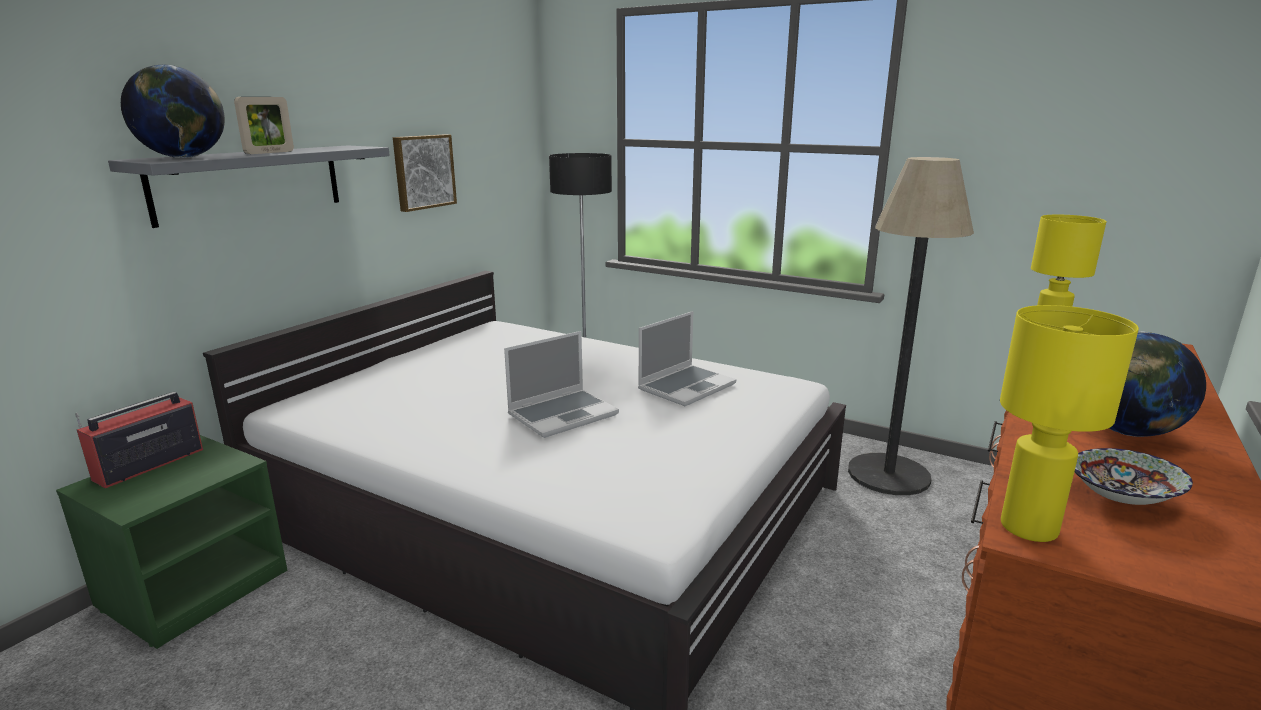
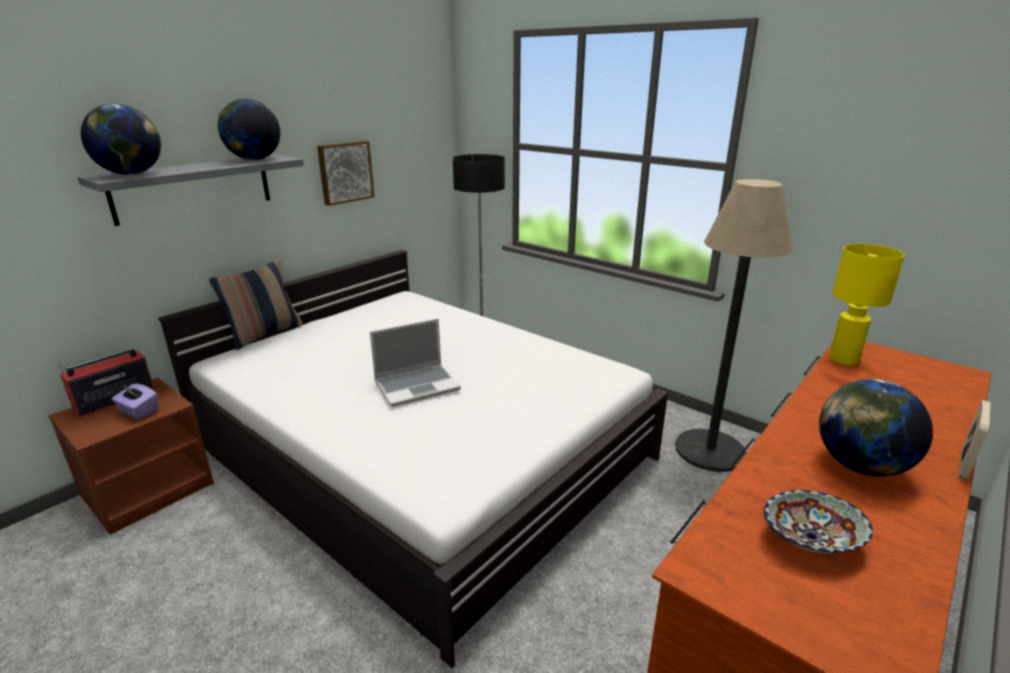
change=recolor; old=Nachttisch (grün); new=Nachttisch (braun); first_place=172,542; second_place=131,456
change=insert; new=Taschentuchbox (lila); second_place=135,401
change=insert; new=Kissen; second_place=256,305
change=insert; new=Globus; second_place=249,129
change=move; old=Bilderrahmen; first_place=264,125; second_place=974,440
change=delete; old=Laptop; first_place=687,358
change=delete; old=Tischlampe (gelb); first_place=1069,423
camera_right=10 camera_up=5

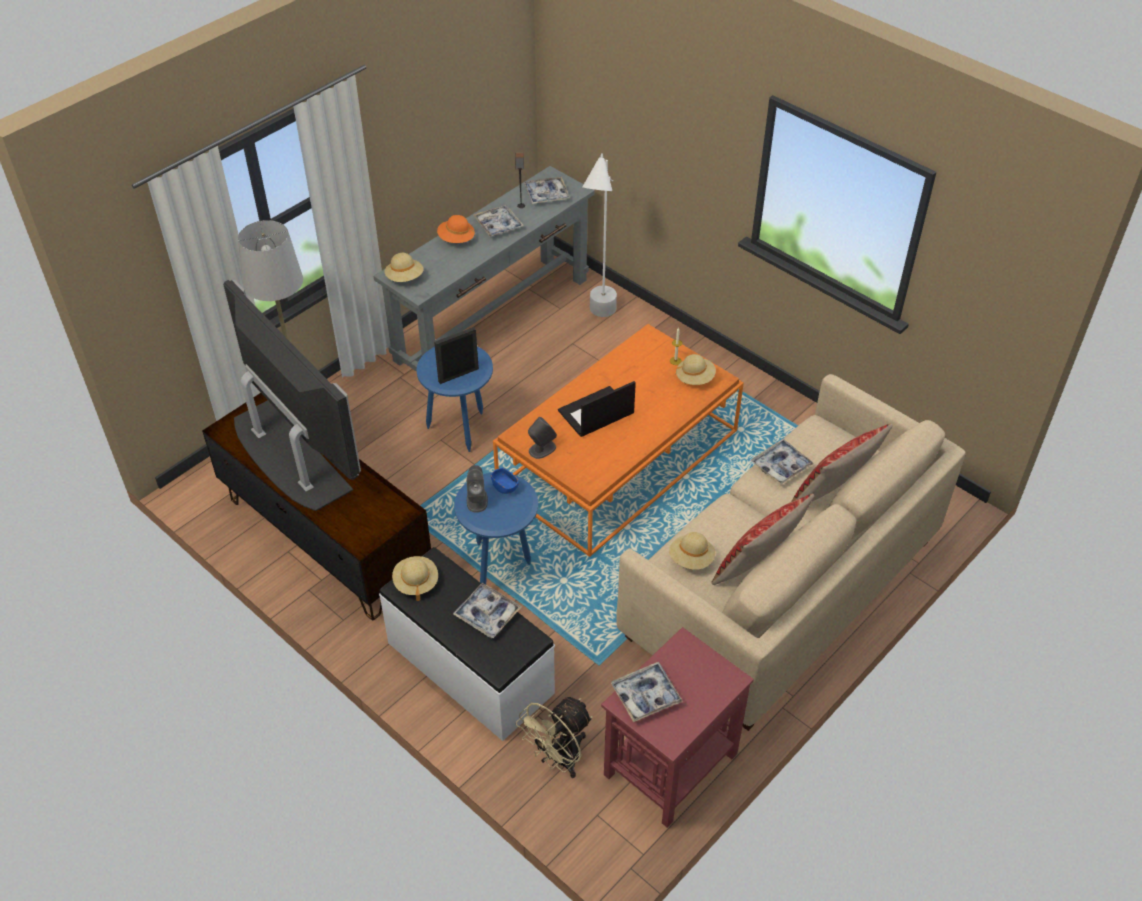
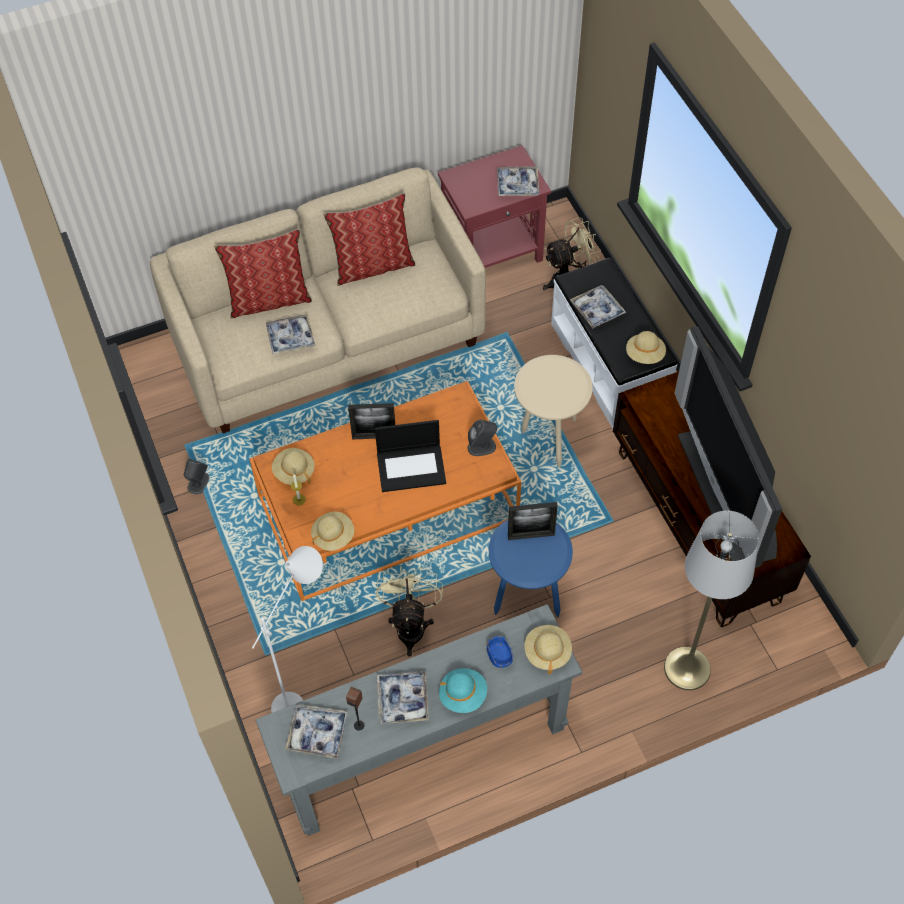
change=move; old=Lautsprecher (grau); first_place=477,489; second_place=196,476
change=move; old=Hut (beige); first_place=692,551; second_place=332,531
change=insert; new=Bilderrahmen; second_place=371,421
change=insert; new=Ventilator (beige); second_place=409,611
change=recolor; old=Hut (orange); new=Hut (türkis); first_place=456,229; second_place=463,690
change=move; old=Schüssel (blau); first_place=505,481; second_place=500,652
change=recolor; old=Beistelltisch (blau); new=Beistelltisch (beige); first_place=496,528; second_place=553,411
camera_right=-155 camera_up=10

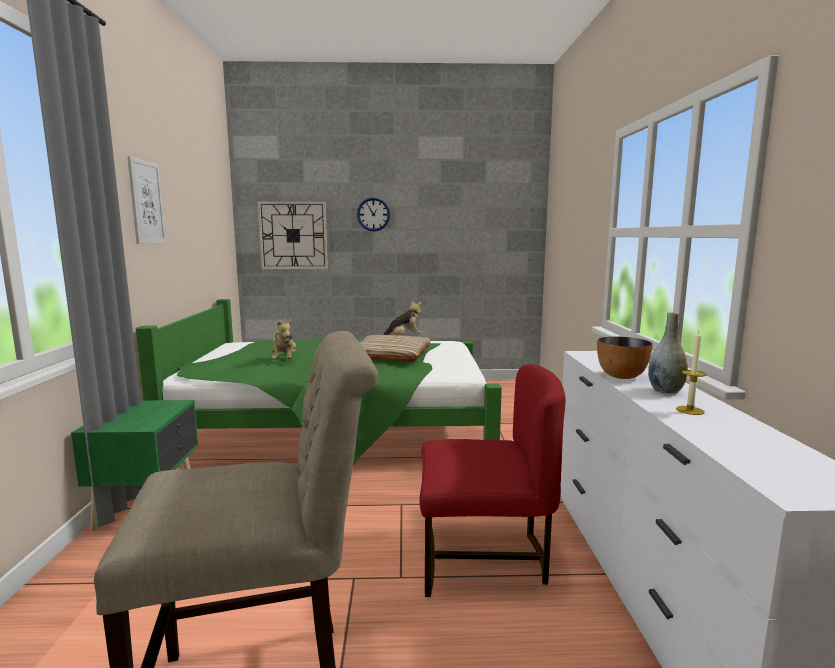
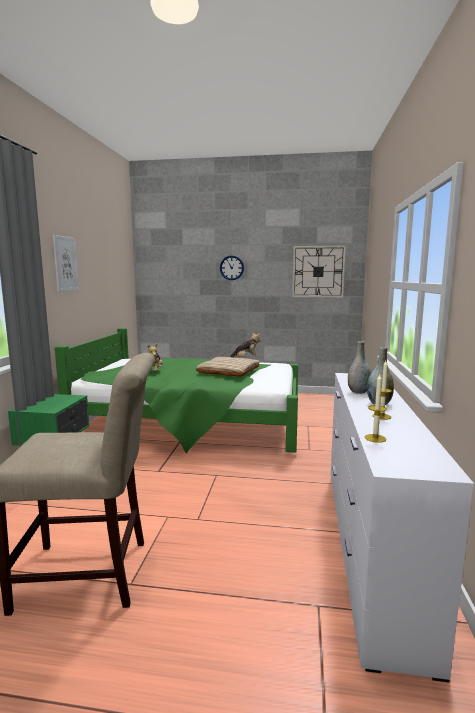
change=move; old=Wanduhr; first_place=293,235; second_place=319,271
change=replace; old=Schüssel; new=Vase (grau); first_place=625,357; second_place=359,367
change=insert; new=Kerze; second_place=376,408
change=delete; old=Stuhl (rot); first_place=492,480
camera_right=10 camera_up=0

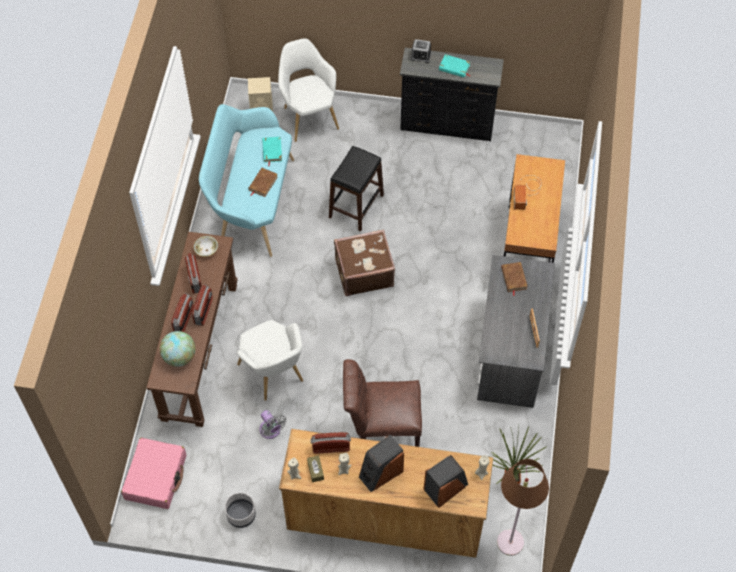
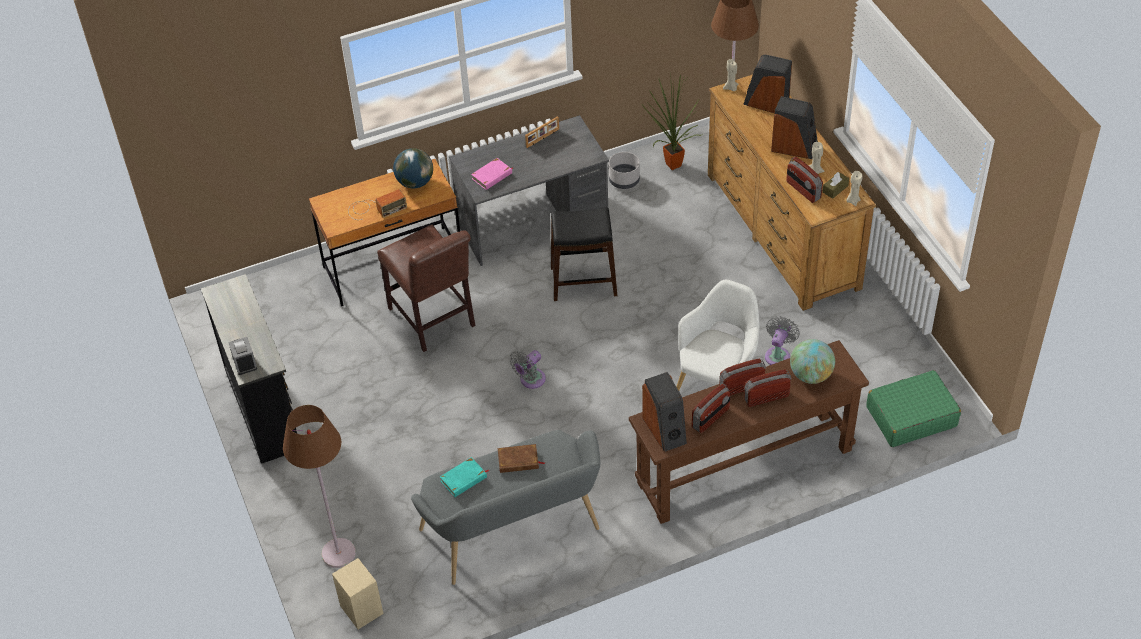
change=replace; old=Sessel (weiß); new=Stehlampe (braun); first_place=308,90; second_place=319,486
change=move; old=Stuhl (braun); first_place=382,403; second_place=426,288
change=insert; new=Globus; second_place=413,168
change=recolor; old=Bank (türkis); new=Bank (grau); first_place=246,180; second_place=505,507
change=recolor; old=Buch (braun); new=Buch (rosa); first_place=514,279; second_place=492,174
change=replace; old=Koffer (braun); new=Ventilator (grau); first_place=364,262; second_place=527,369
change=move; old=Hocker (schwarz); first_place=356,189; second_place=584,254
change=move; old=Pflanzkübel (grau); first_place=240,510; second_place=624,170
change=replace; old=Schüssel; new=Lautsprecher; first_place=206,246; second_place=664,412
change=recolor; old=Koffer (rosa); new=Koffer (grün); first_place=153,473; second_place=913,408
change=delete; old=Buch (türkis); first_place=454,66
camera_right=-120 camera_up=-10

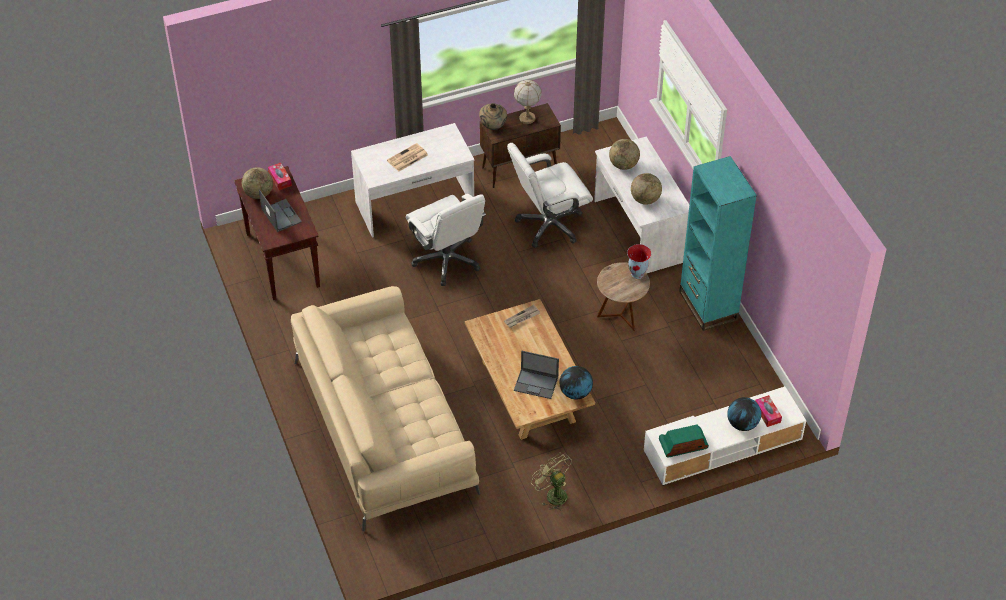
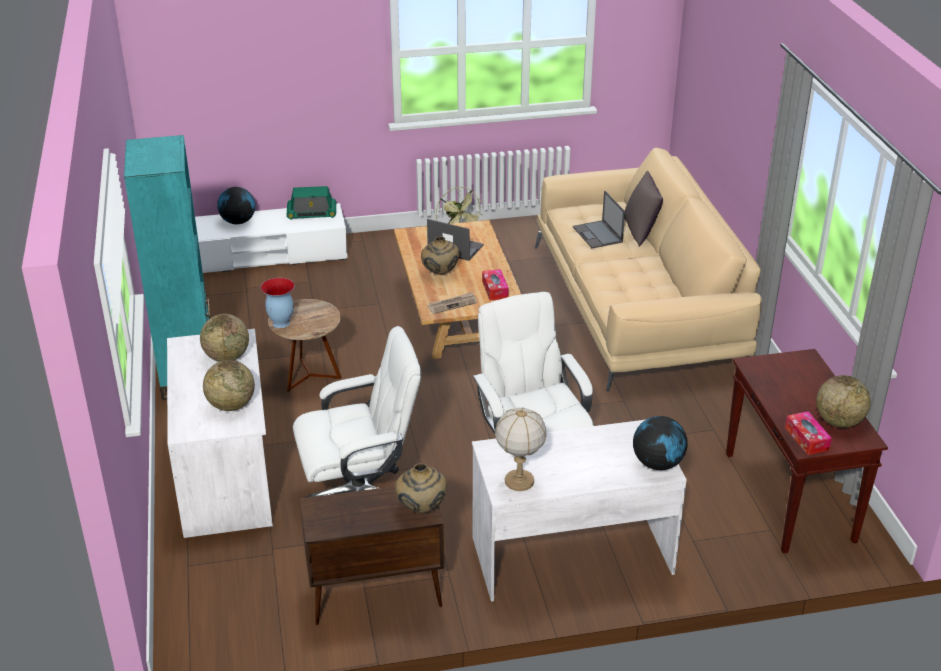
change=insert; new=Vase (beige); second_place=440,256
change=move; old=Taschentuchbox; first_place=768,411; second_place=495,284
change=move; old=Tischlampe; first_place=528,102; second_place=521,449
change=move; old=Laptop; first_place=280,210; second_place=599,219
change=insert; new=Kissen (grau); second_place=644,209
change=move; old=Globus; first_place=576,383; second_place=660,443
change=delete; old=Zeitung; first_place=407,157
camera_right=-170 camera_up=-15

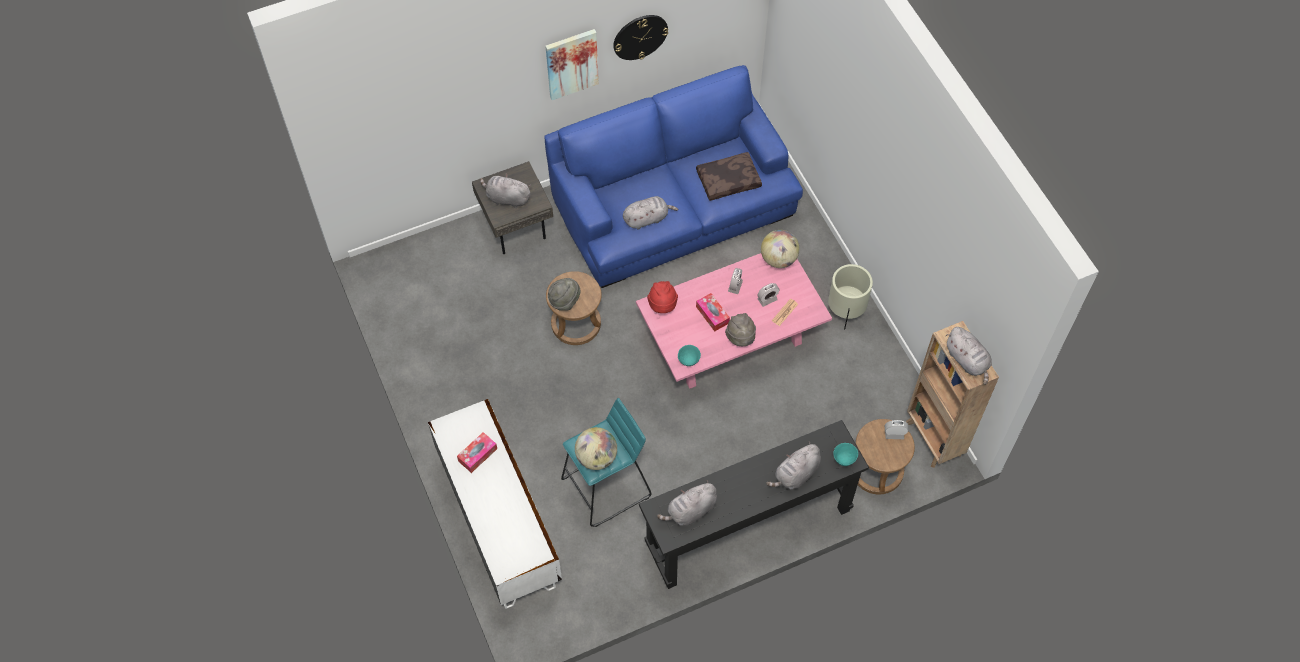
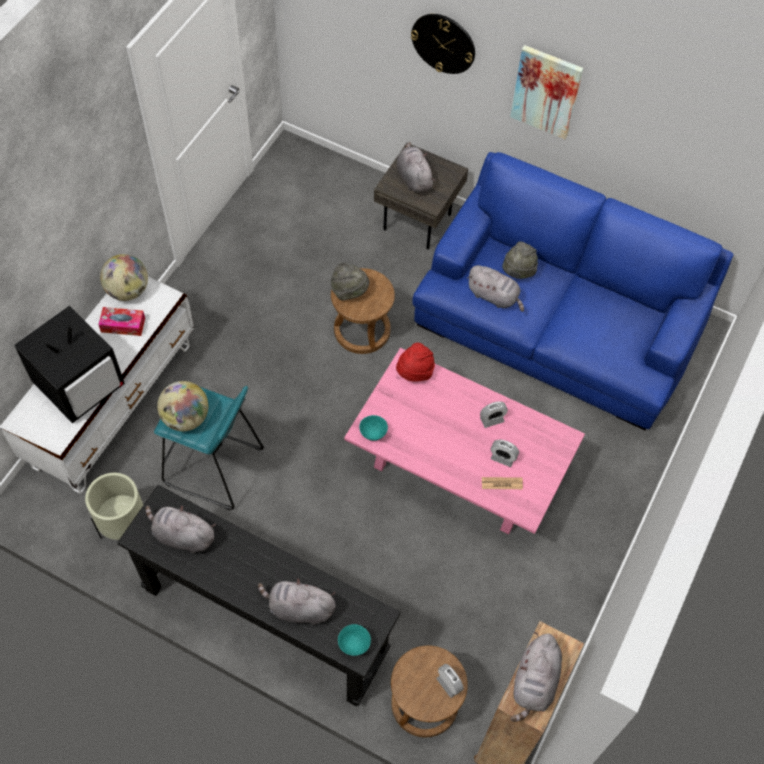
change=insert; new=Fernseher; second_place=69,365
change=move; old=Pflanzkübel (beige); first_place=850,297; second_place=114,506
change=move; old=Globus; first_place=780,249; second_place=124,277
change=move; old=Wanduhr; first_place=640,37; second_place=443,44
change=move; old=Hut (grau); first_place=740,329; second_place=520,260
change=delete; old=Kissen (braun); first_place=729,176
change=delete; old=Taschentuchbox; first_place=713,312
camera_right=50 camera_up=0

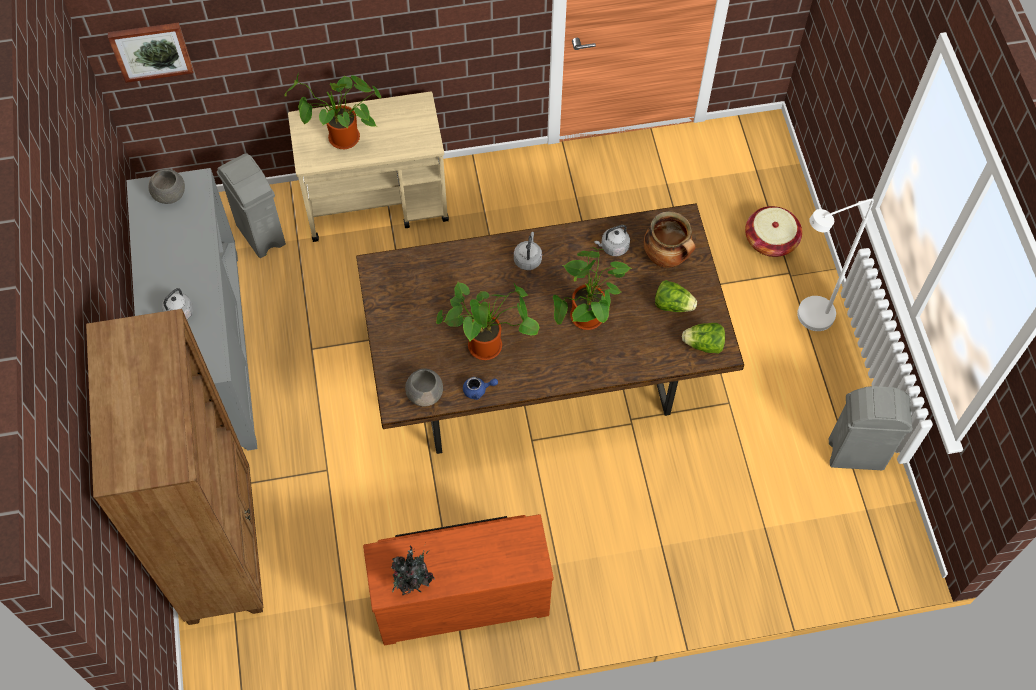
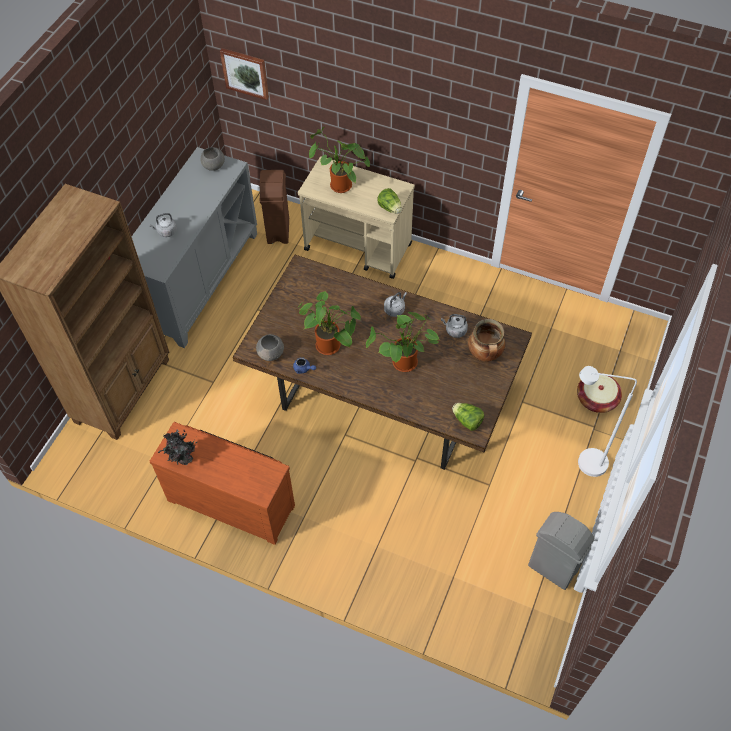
change=recolor; old=Mülleimer (grau); new=Mülleimer (braun); first_place=251,206; second_place=274,207
change=move; old=Salatkopf; first_place=676,296; second_place=389,201
camera_right=35 camera_up=-5

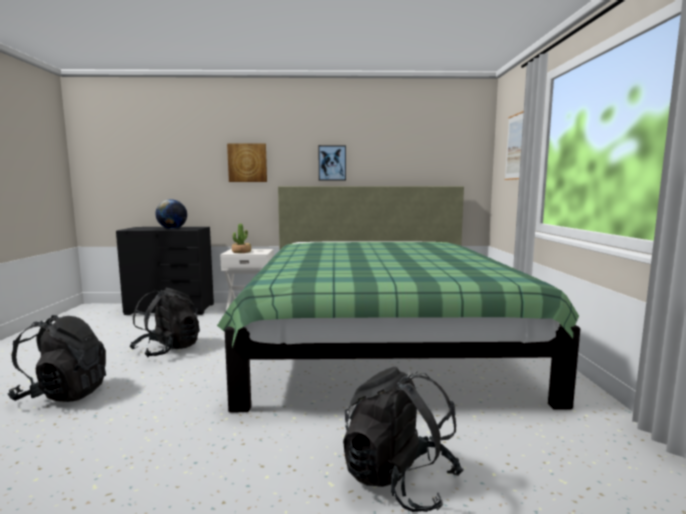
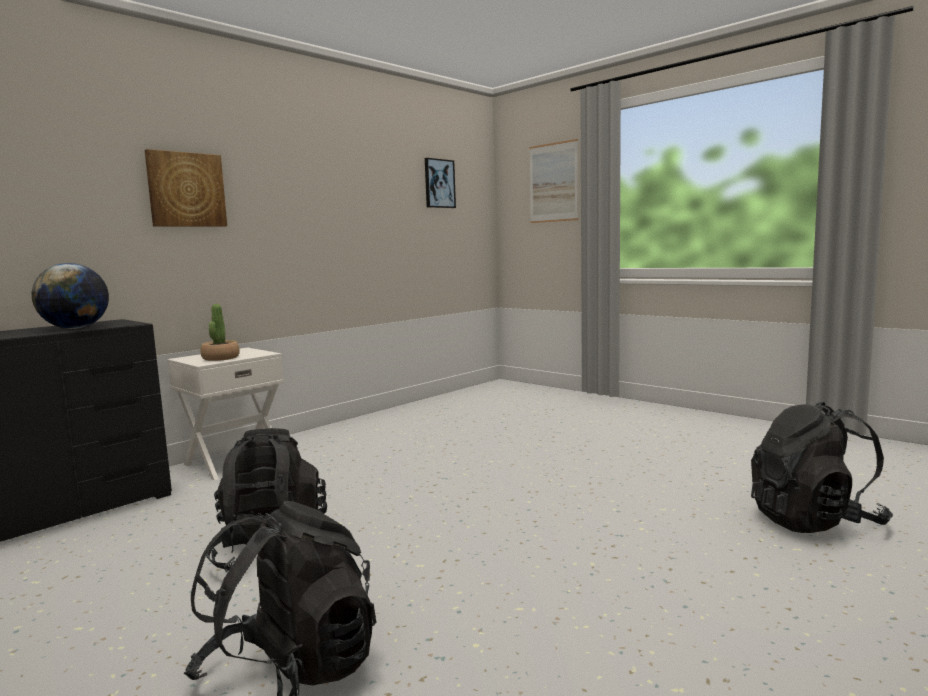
change=move; old=Bild; first_place=332,163; second_place=440,183
change=delete; old=Bett (grün); first_place=398,299
camera_right=-45 camera_up=0

